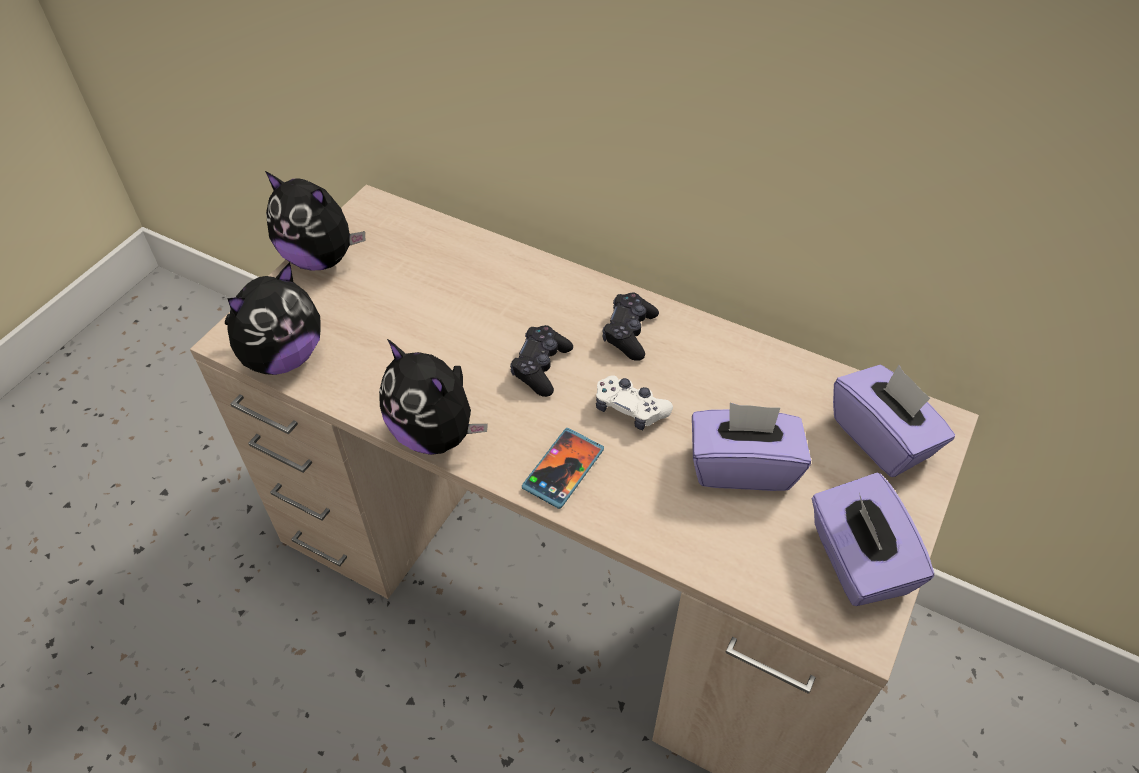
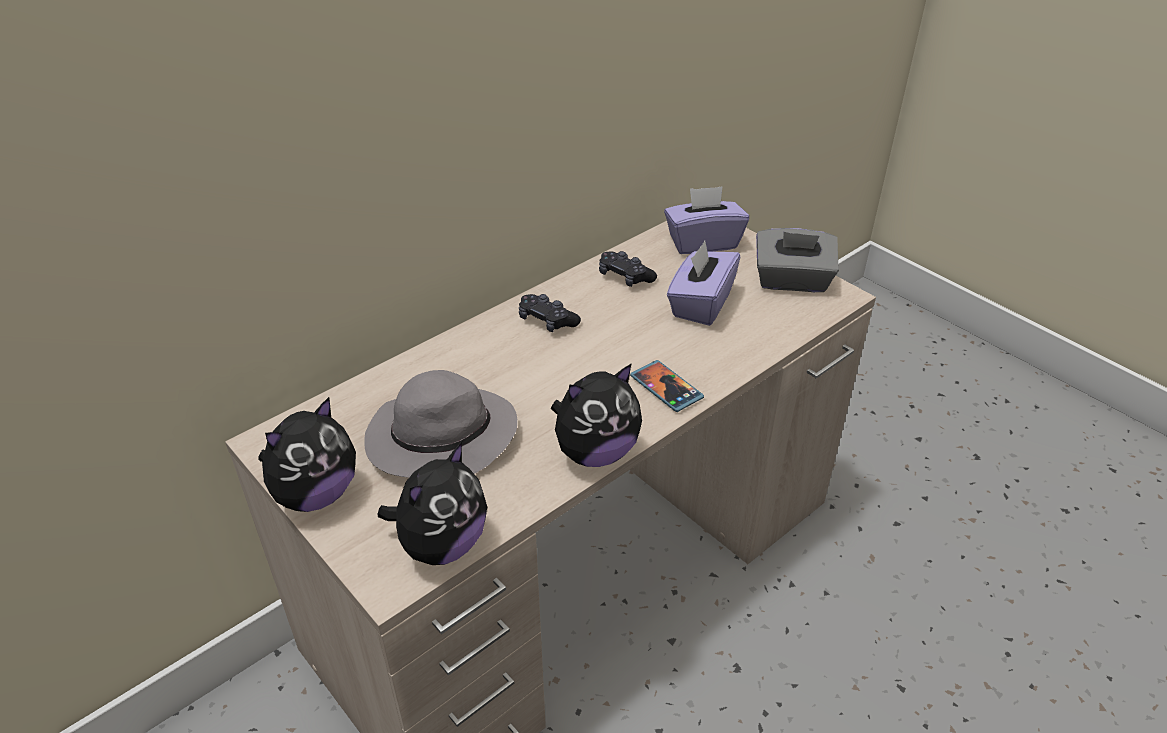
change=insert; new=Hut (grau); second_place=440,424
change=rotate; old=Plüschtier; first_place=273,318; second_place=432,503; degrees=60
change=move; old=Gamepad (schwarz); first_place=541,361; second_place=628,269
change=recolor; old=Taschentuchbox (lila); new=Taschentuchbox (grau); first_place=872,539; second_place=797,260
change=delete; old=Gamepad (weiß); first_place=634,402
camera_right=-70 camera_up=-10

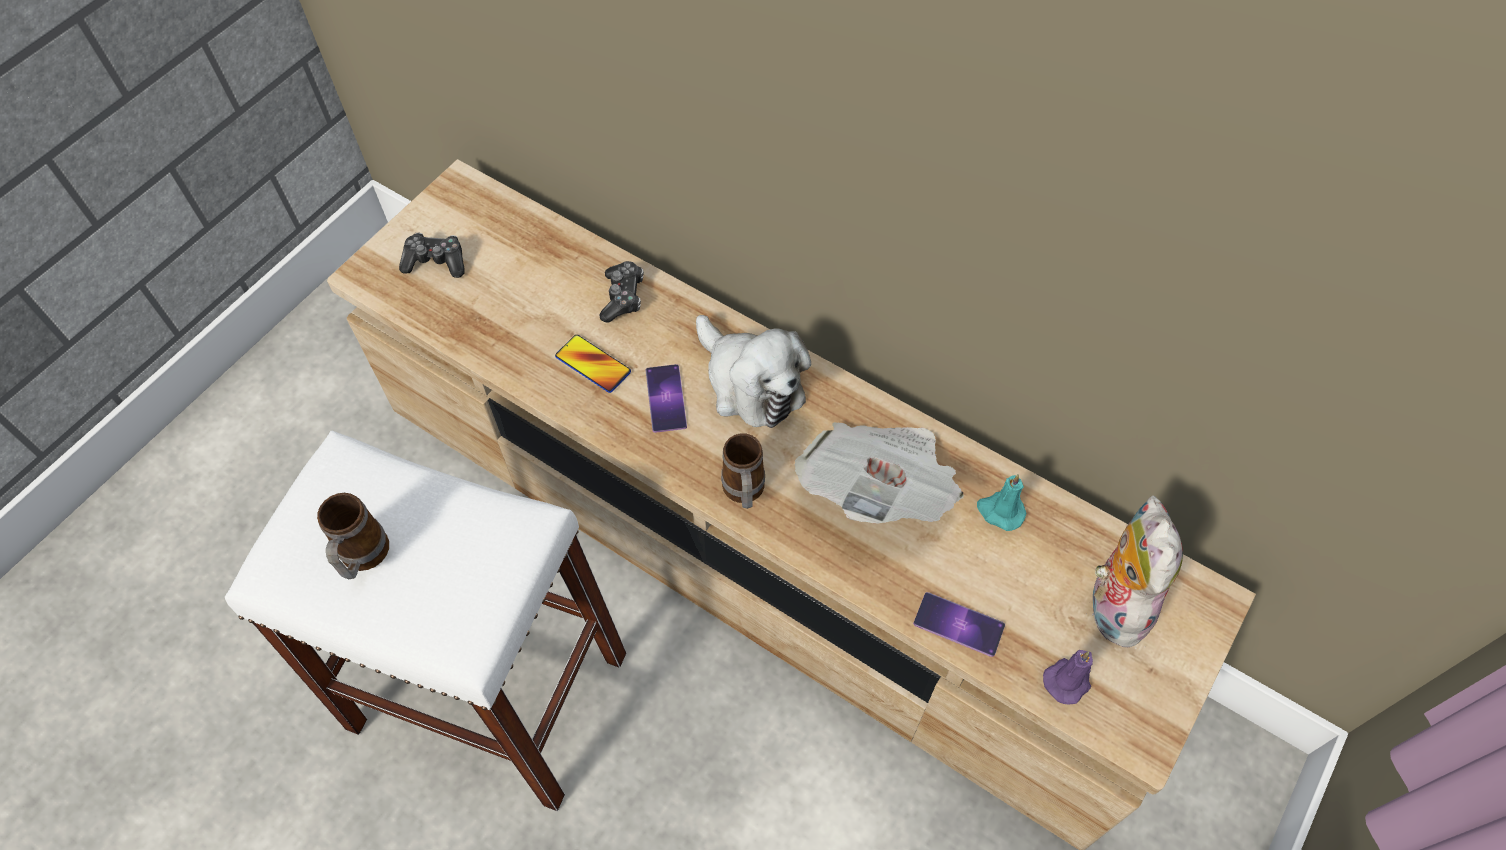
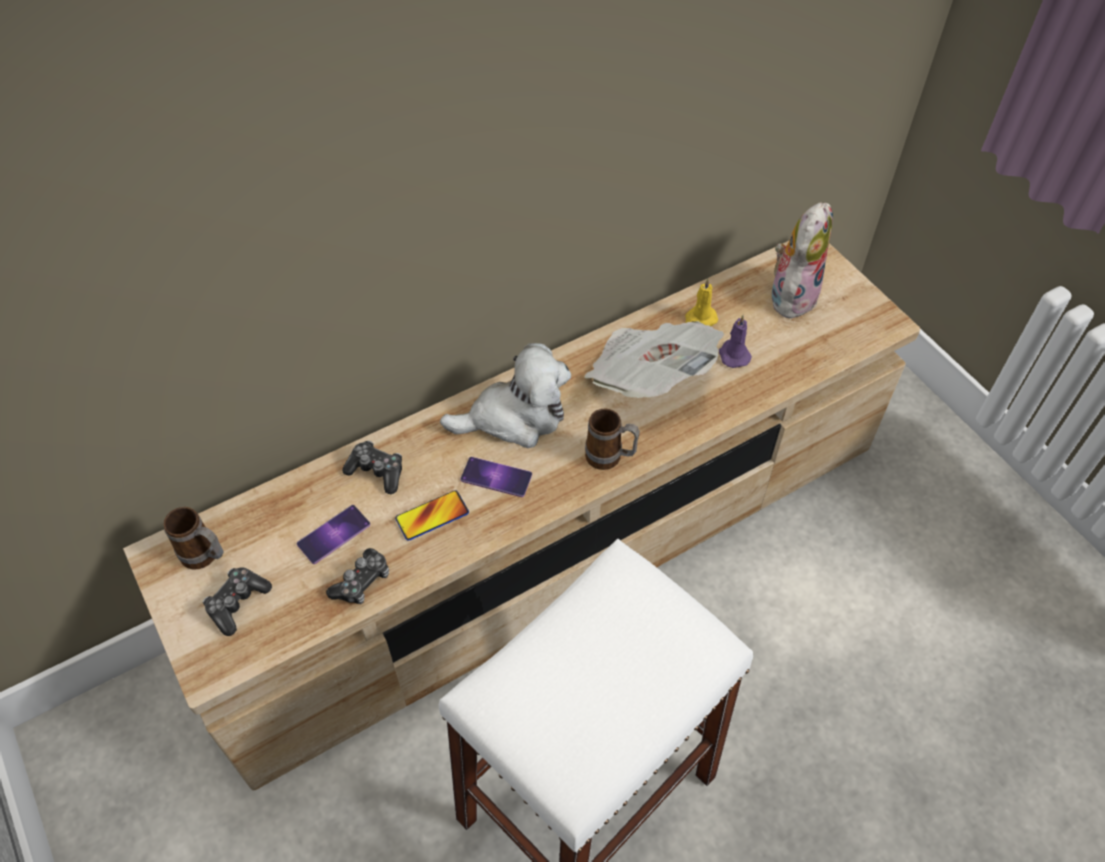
change=move; old=Henkelbecher; first_place=353,536; second_place=193,538
change=move; old=Handy; first_place=959,624; second_place=333,534
change=insert; new=Gamepad; second_place=357,576
change=recolor; old=Kerze (türkis); new=Kerze (gelb); first_place=1001,502; second_place=701,302
change=move; old=Kerze (lila); first_place=1068,677; second_place=735,341
change=rotate; old=Plüschtier; first_place=1137,574; second_place=802,260; degrees=90
camera_right=-65 camera_up=-5

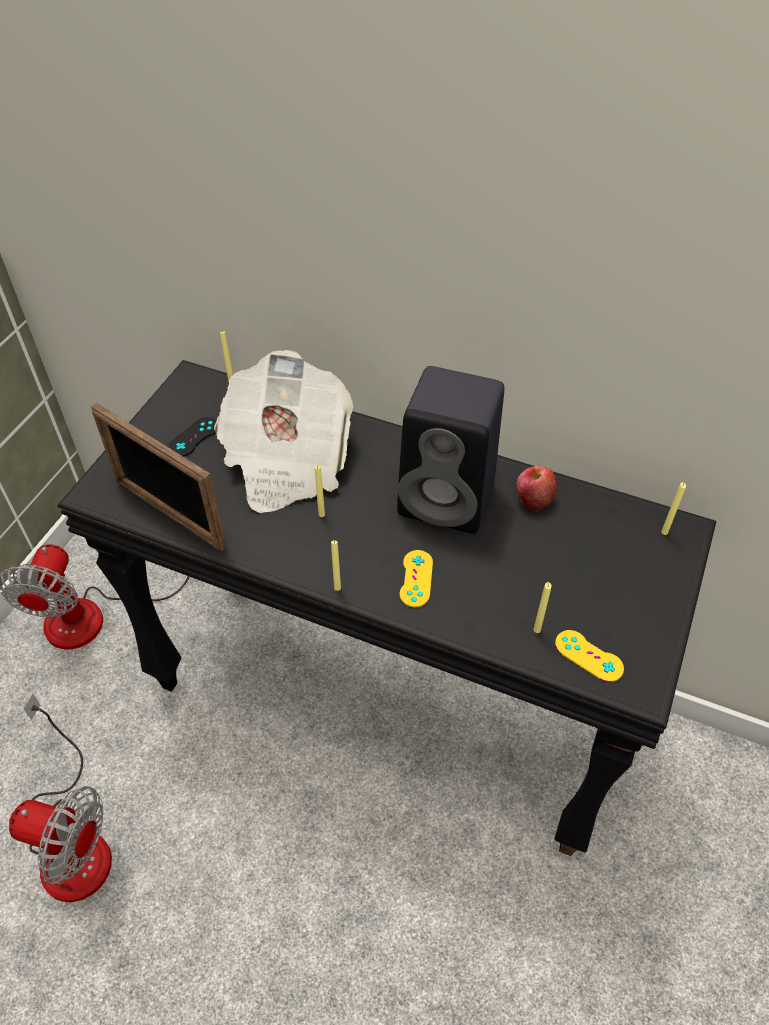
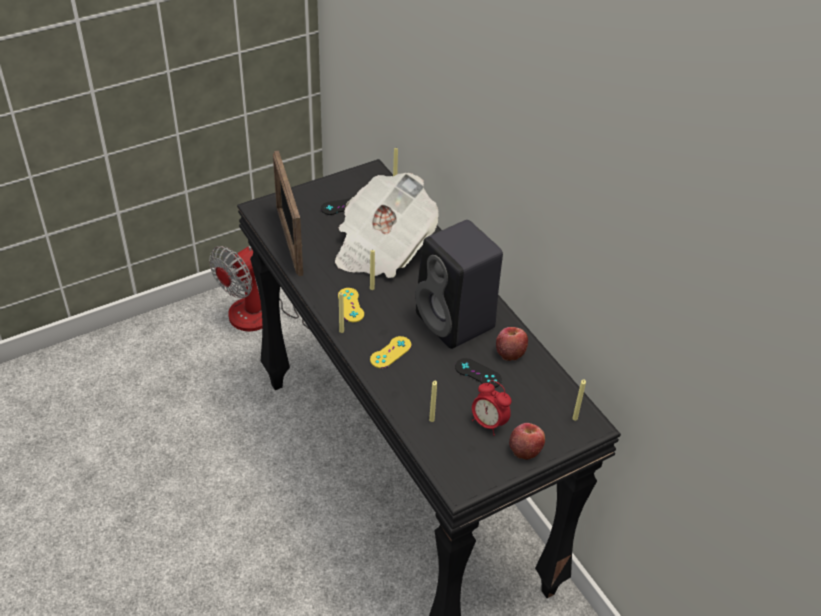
change=move; old=Gamepad (gelb); first_place=589,656; second_place=351,305
change=insert; new=Gamepad (schwarz); second_place=478,373
change=insert; new=Wecker; second_place=492,408
change=insert; new=Apfel; second_place=527,441
change=delete; old=Ventilator; first_place=60,797
camera_right=35 camera_up=-5

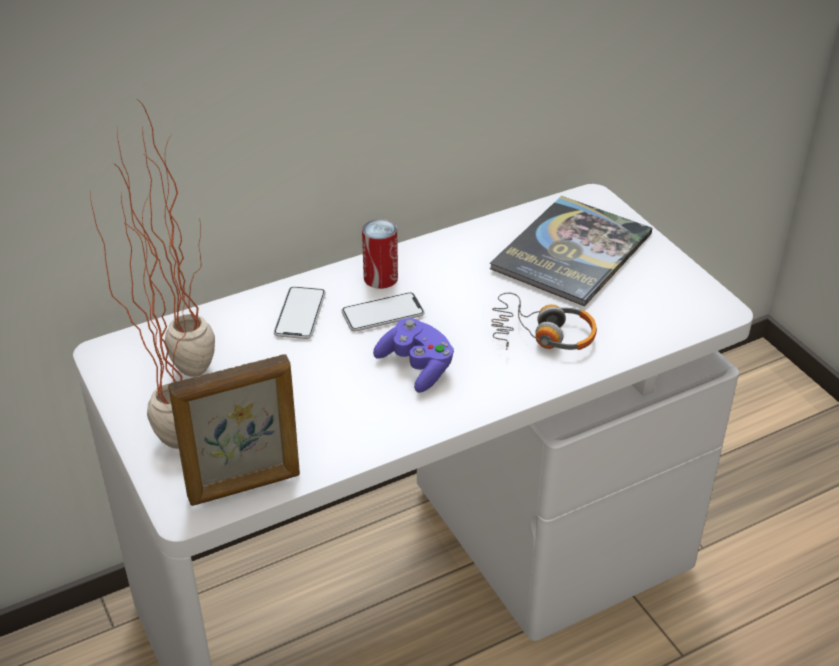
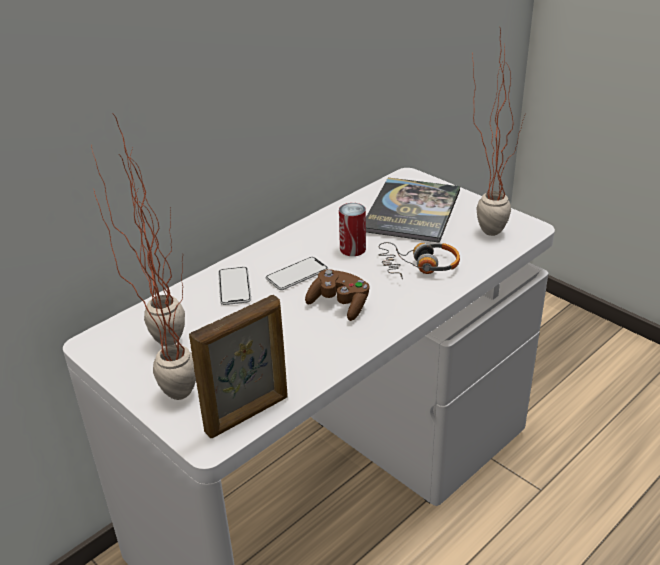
change=recolor; old=Gamepad (lila); new=Gamepad (braun); first_place=413,355; second_place=337,295
change=move; old=Dose; first_place=380,254; second_place=352,229
change=insert; new=Topfpflanze; second_place=498,132
camera_right=-15 camera_up=-5

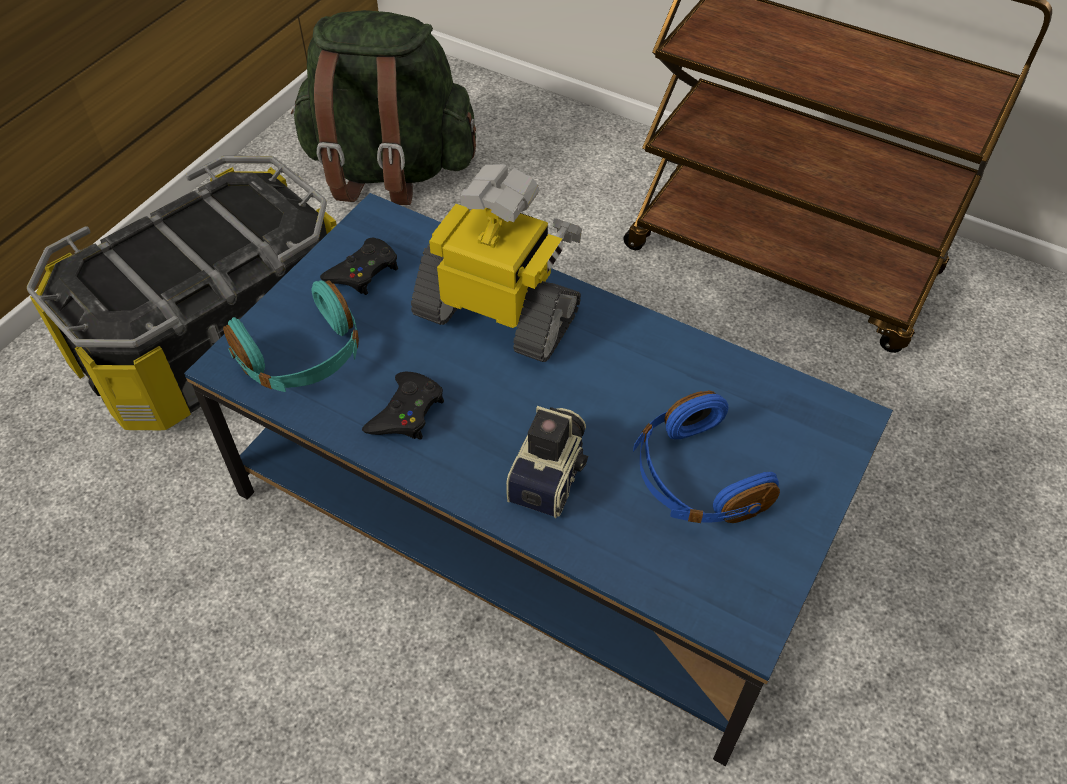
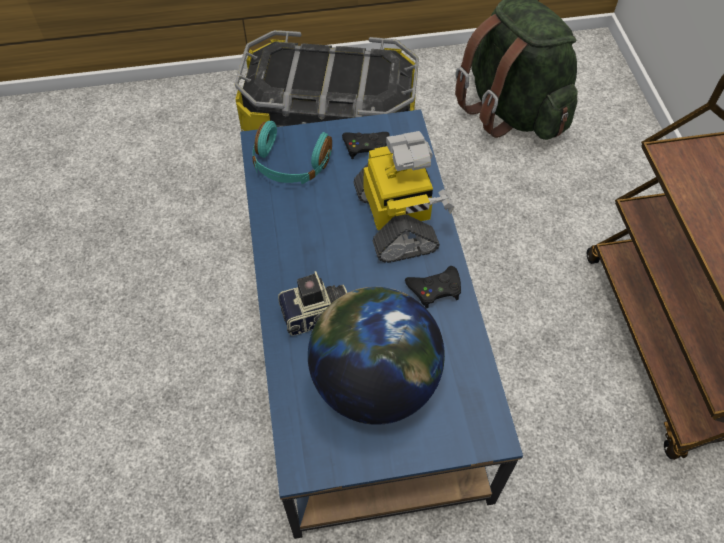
change=replace; old=Kopfhörer (blau); new=Globus; first_place=706,456; second_place=376,356
change=move; old=Gamepad (schwarz); first_place=403,406; second_place=433,287
camera_right=50 camera_up=5

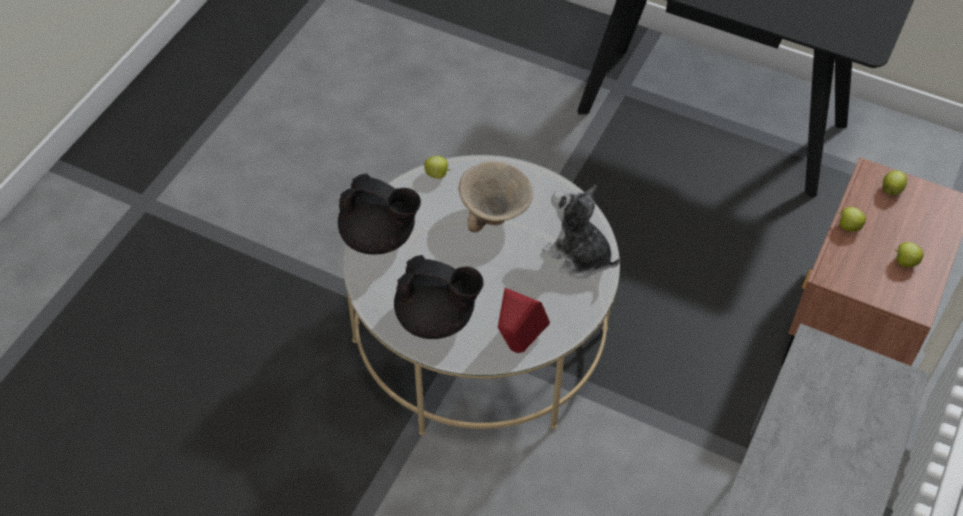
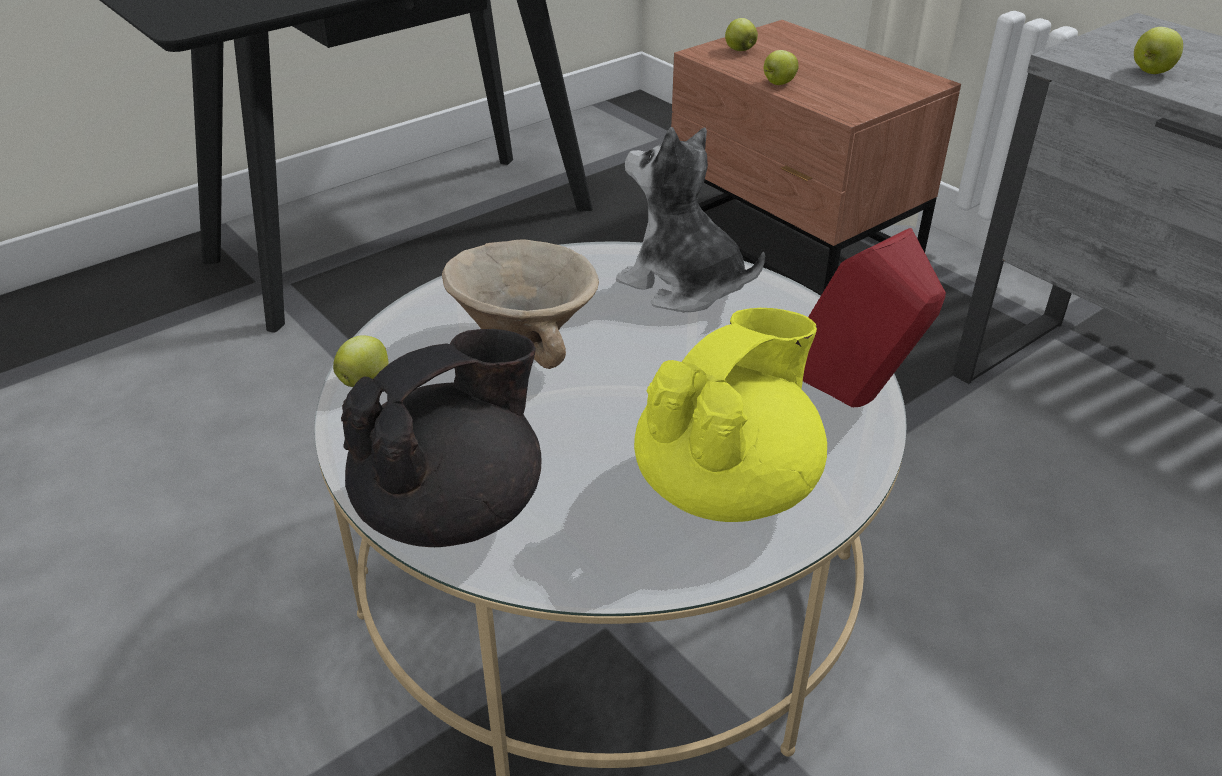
change=rotate; old=Plüschtier; first_place=581,232; second_place=690,219; degrees=60
change=recolor; old=Teekanne (schwarz); new=Teekanne (gelb); first_place=439,297; second_place=730,415
change=move; old=Apfel; first_place=909,254; second_place=1158,50
camera_right=-65 camera_up=-15

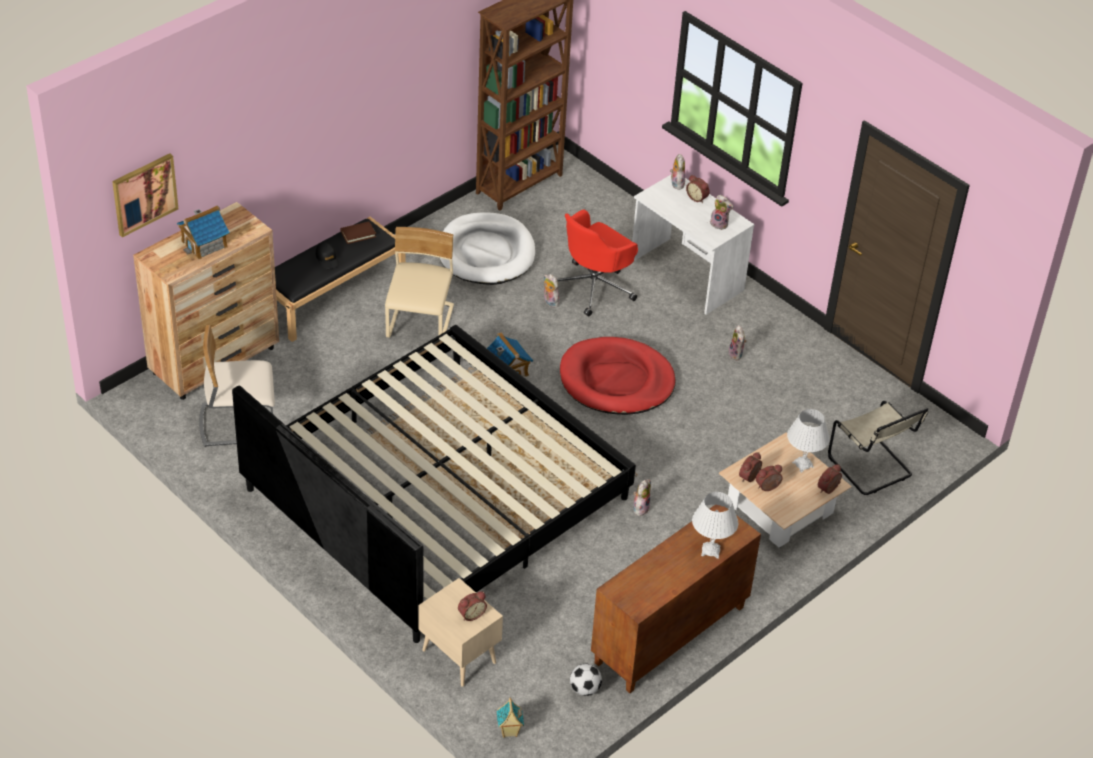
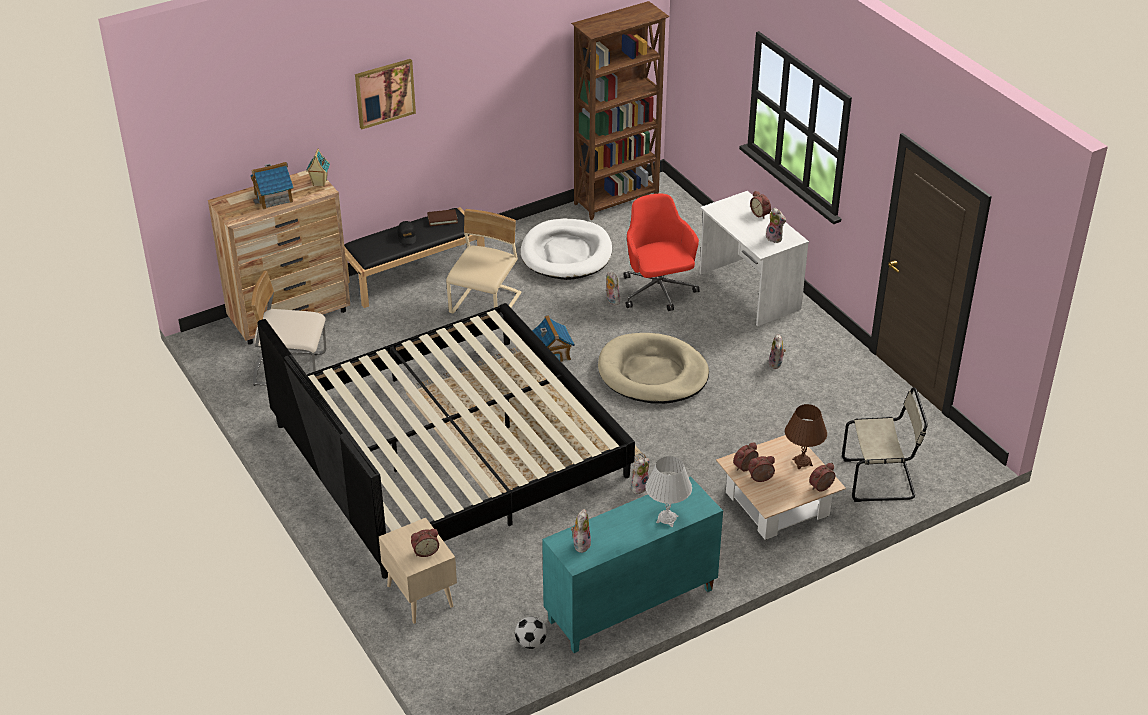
change=move; old=Spielzeughaus; first_place=510,718; second_place=318,168
change=move; old=Bild; first_place=145,195; second_place=385,94
change=recolor; old=Schrank (braun); new=Schrank (türkis); first_place=676,599; second_place=632,564
change=move; old=Plüschtier; first_place=677,172; second_place=581,531
change=recolor; old=Hundebett (rot); new=Hundebett (beige); first_place=618,376; second_place=653,368
change=rotate; old=Bürostuhl (rot); first_place=597,263; second_place=661,252; degrees=105
change=recolor; old=Tischlampe (weiß); new=Tischlampe (braun); first_place=808,441; second_place=806,436
change=rotate; old=Stuhl (beige); first_place=878,448; second_place=885,444; degrees=-75
camera_right=15 camera_up=-5

